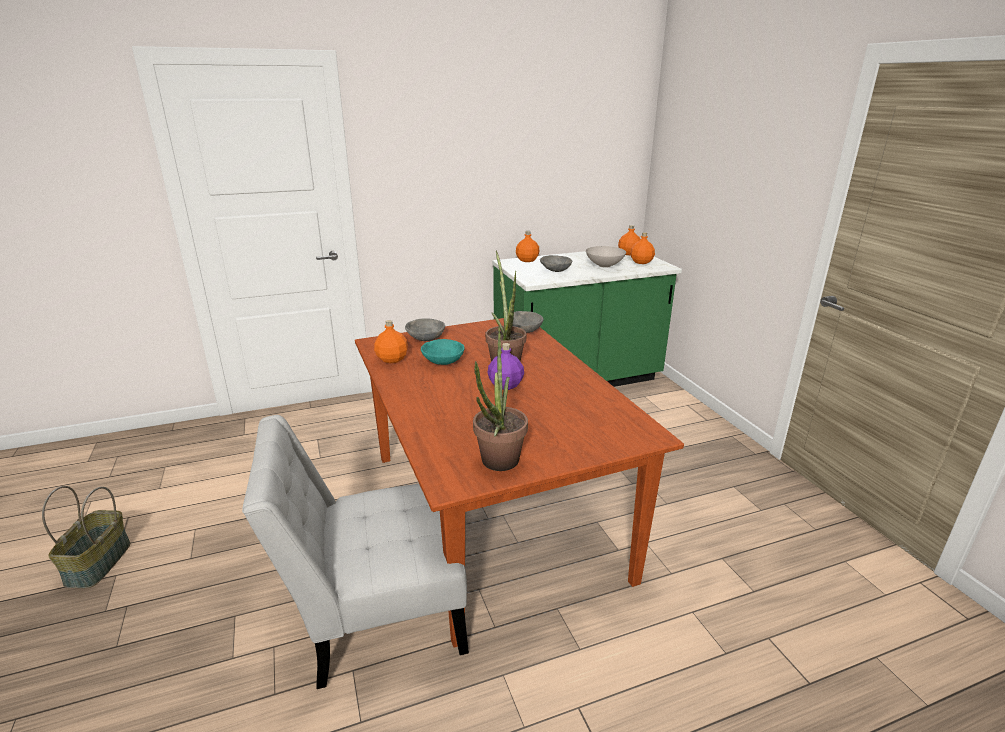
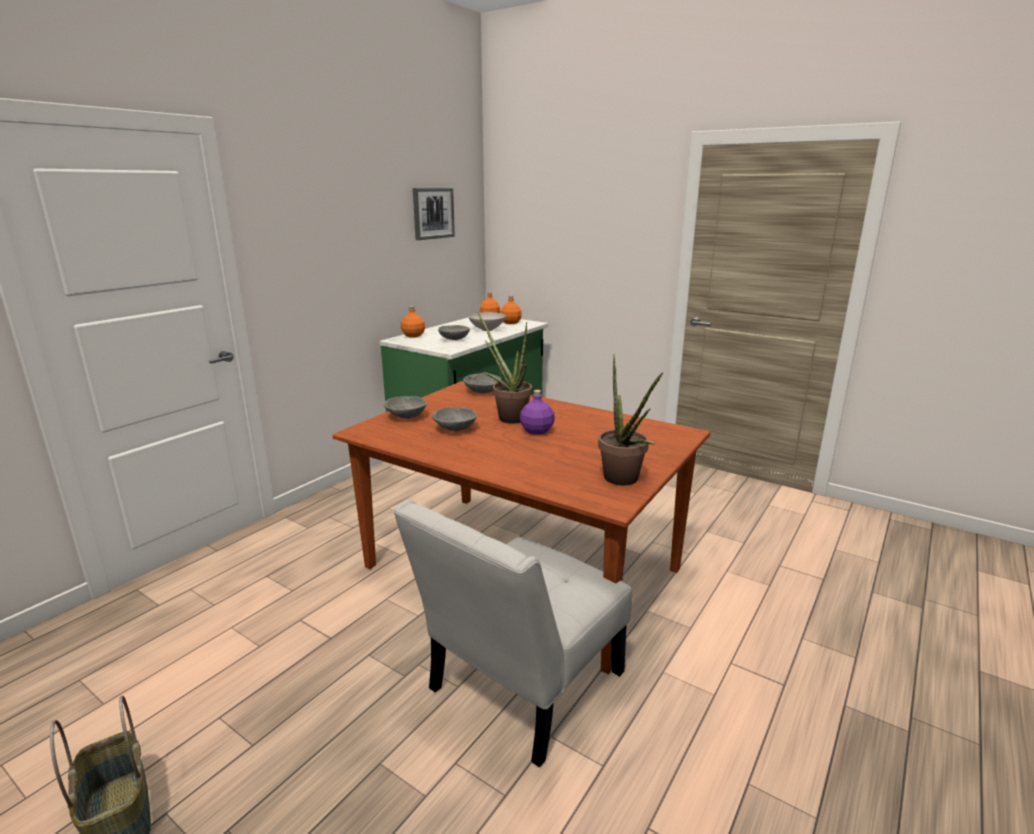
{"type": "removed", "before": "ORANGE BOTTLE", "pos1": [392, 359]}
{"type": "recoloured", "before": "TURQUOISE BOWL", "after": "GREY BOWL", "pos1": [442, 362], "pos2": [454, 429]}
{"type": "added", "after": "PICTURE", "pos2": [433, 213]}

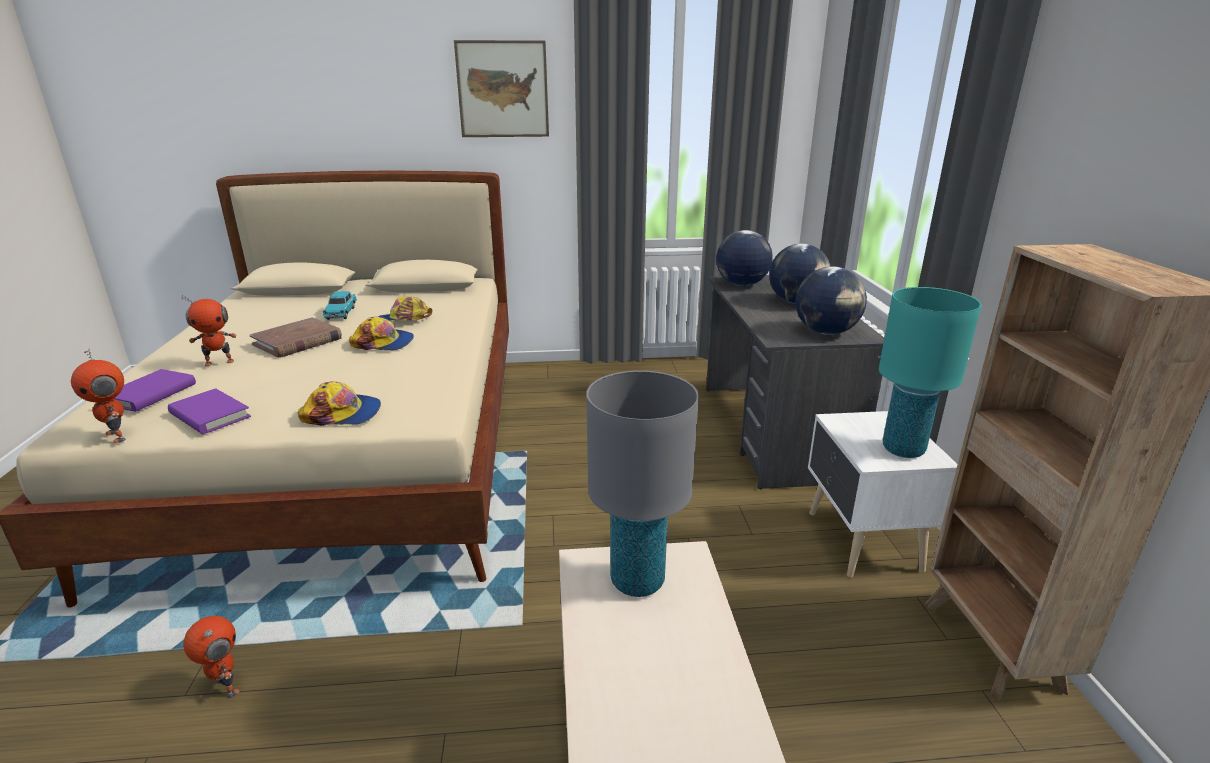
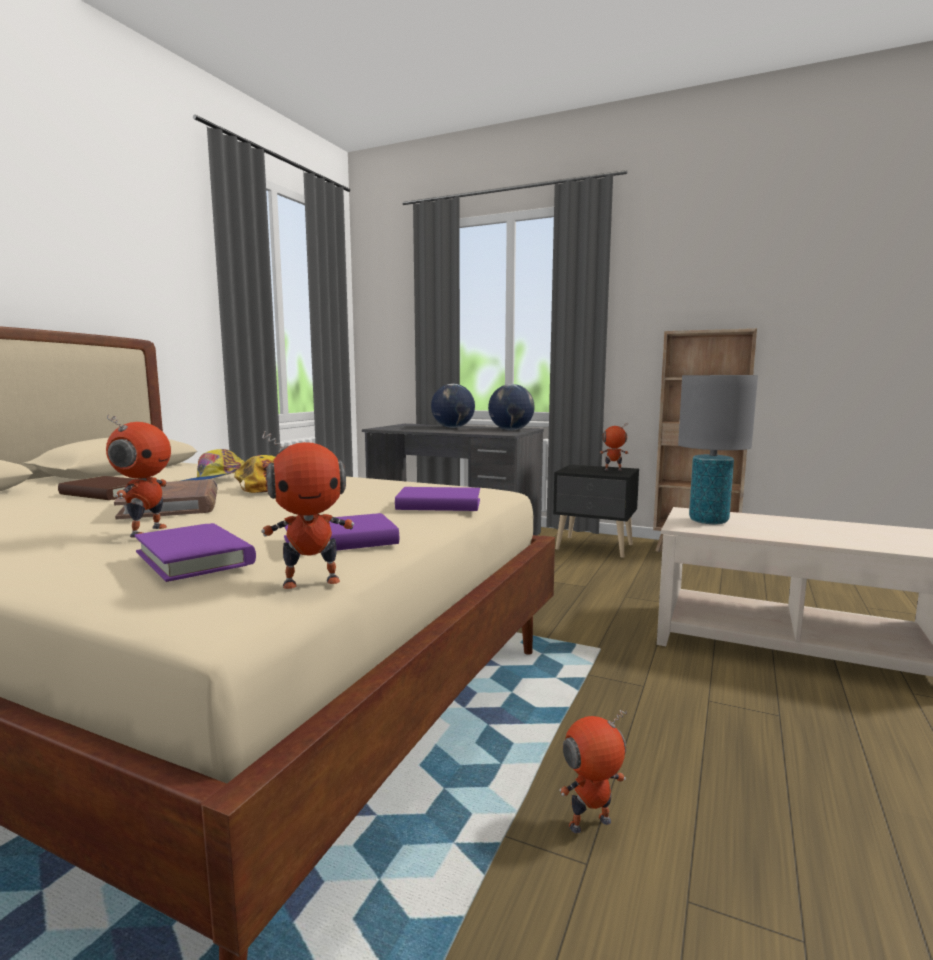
{"type": "replaced", "before": "CAP", "after": "PURPLE BOOK", "pos1": [342, 413], "pos2": [439, 505]}
{"type": "replaced", "before": "TURQUOISE TOY CAR", "after": "BROWN BOOK", "pos1": [341, 313], "pos2": [106, 493]}
{"type": "removed", "before": "PICTURE", "pos1": [503, 89]}
{"type": "removed", "before": "GLOBE", "pos1": [741, 285]}
{"type": "recoloured", "before": "WHITE NIGHTSTAND", "after": "BLACK NIGHTSTAND", "pos1": [861, 542], "pos2": [595, 547]}
{"type": "replaced", "before": "TURQUOISE TABLE LAMP", "after": "TOY ROBOT", "pos1": [902, 449], "pos2": [613, 470]}

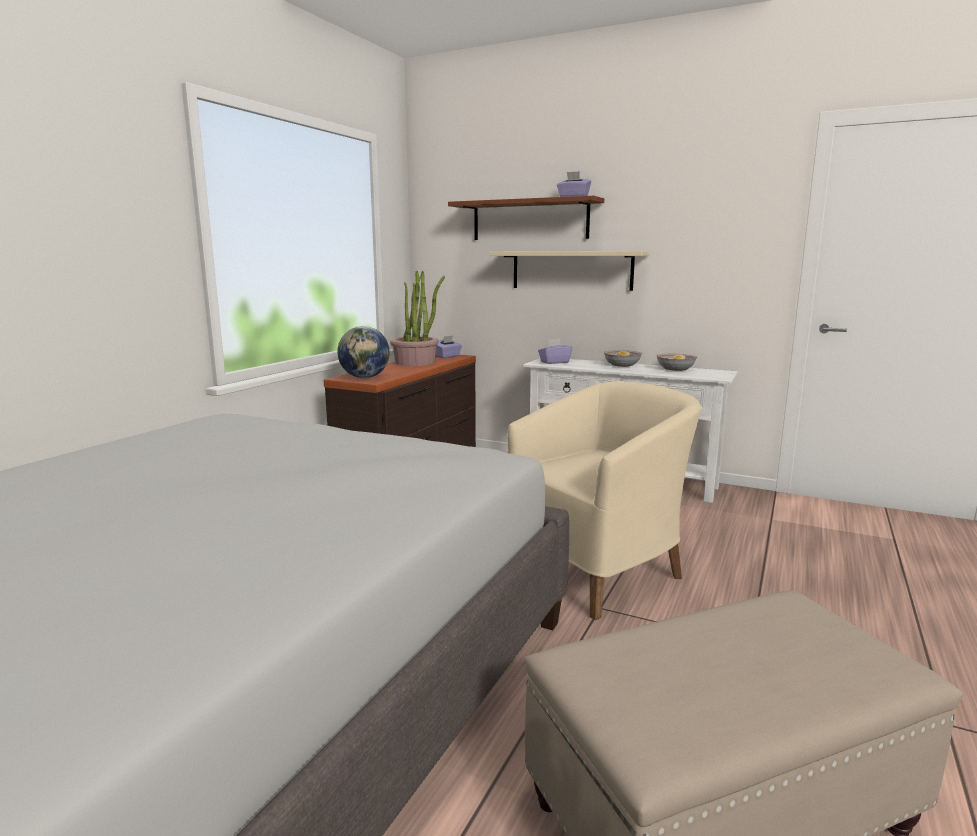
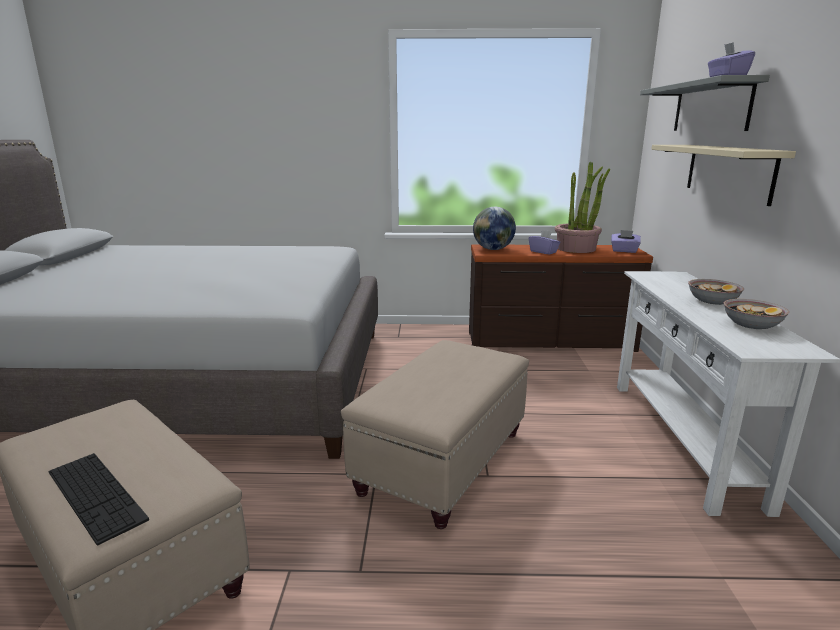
{"type": "recoloured", "before": "BROWN SHELF", "after": "GREY SHELF", "pos1": [530, 220], "pos2": [710, 107]}
{"type": "replaced", "before": "BEIGE ARMCHAIR", "after": "BEIGE OTTOMAN", "pos1": [599, 570], "pos2": [442, 462]}
{"type": "moved", "before": "PURPLE TISSUE BOX", "pos1": [554, 362], "pos2": [543, 252]}
{"type": "added", "after": "KEYBOARD", "pos2": [95, 495]}

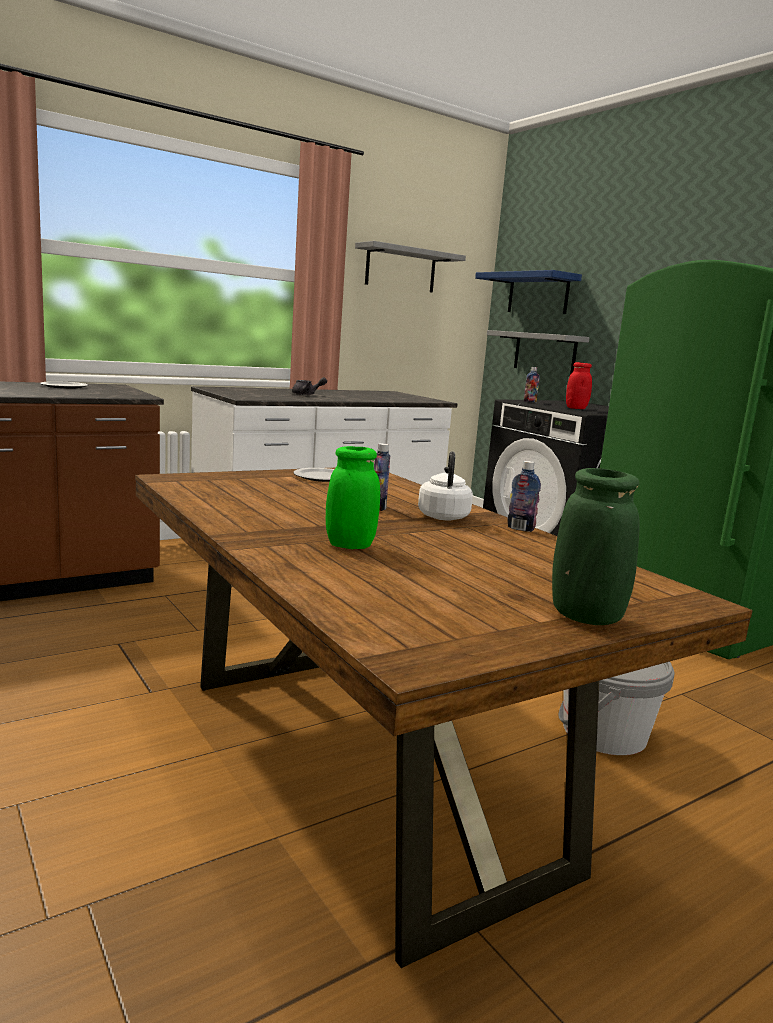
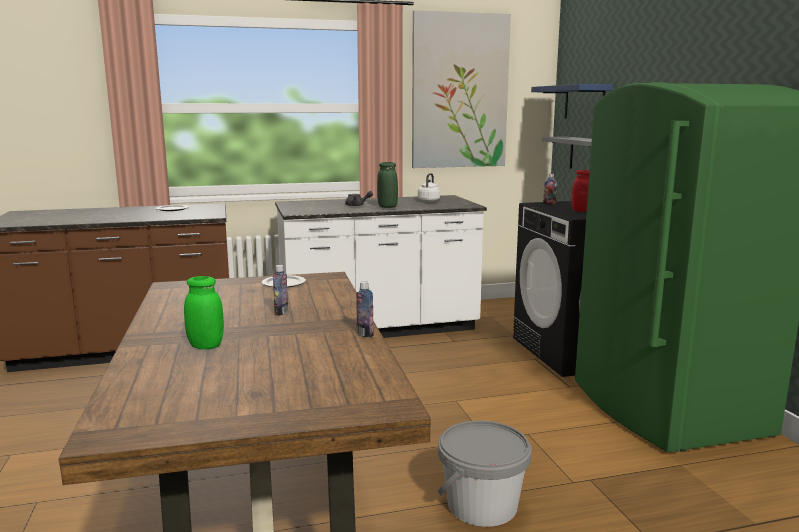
{"type": "replaced", "before": "GREY SHELF", "after": "PICTURE", "pos1": [400, 269], "pos2": [460, 91]}
{"type": "moved", "before": "WHITE KETTLE", "pos1": [443, 516], "pos2": [429, 201]}
{"type": "moved", "before": "GREEN VASE", "pos1": [585, 617], "pos2": [387, 207]}

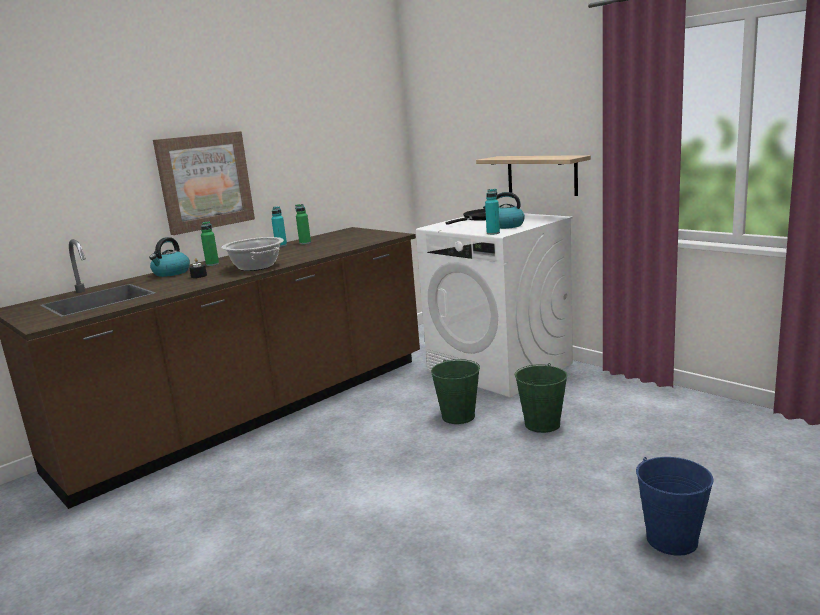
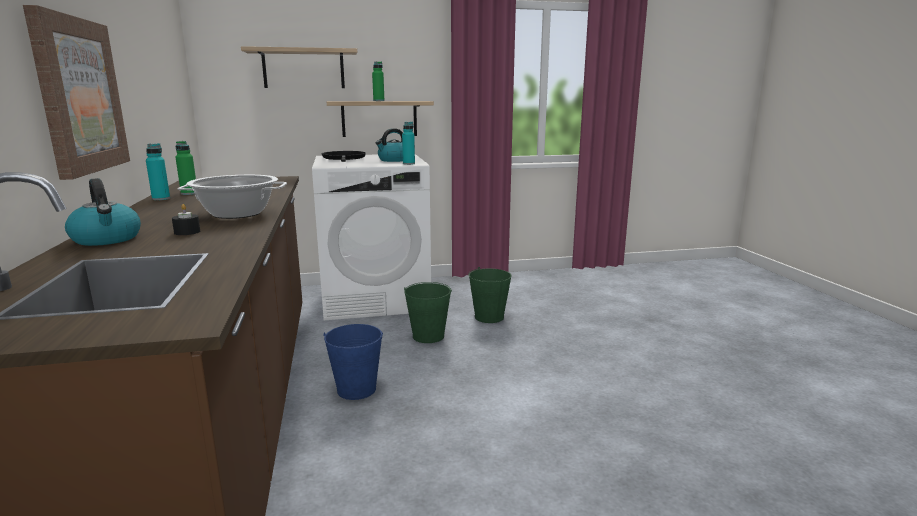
{"type": "moved", "before": "GREEN BOTTLE", "pos1": [212, 264], "pos2": [378, 101]}
{"type": "moved", "before": "BLUE BUCKET", "pos1": [672, 539], "pos2": [356, 389]}
{"type": "added", "after": "SHELF", "pos2": [303, 69]}

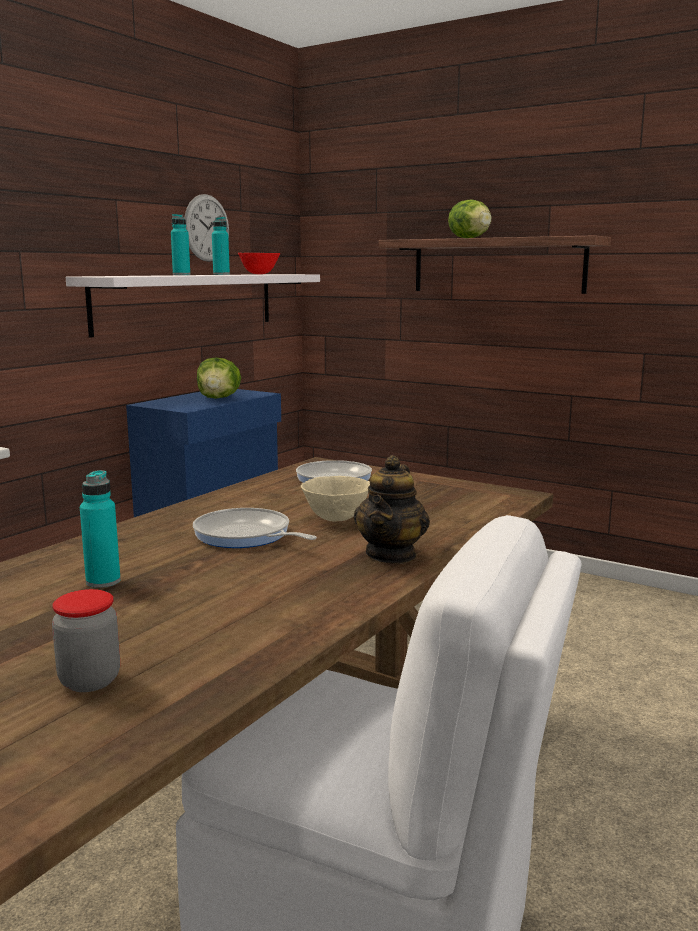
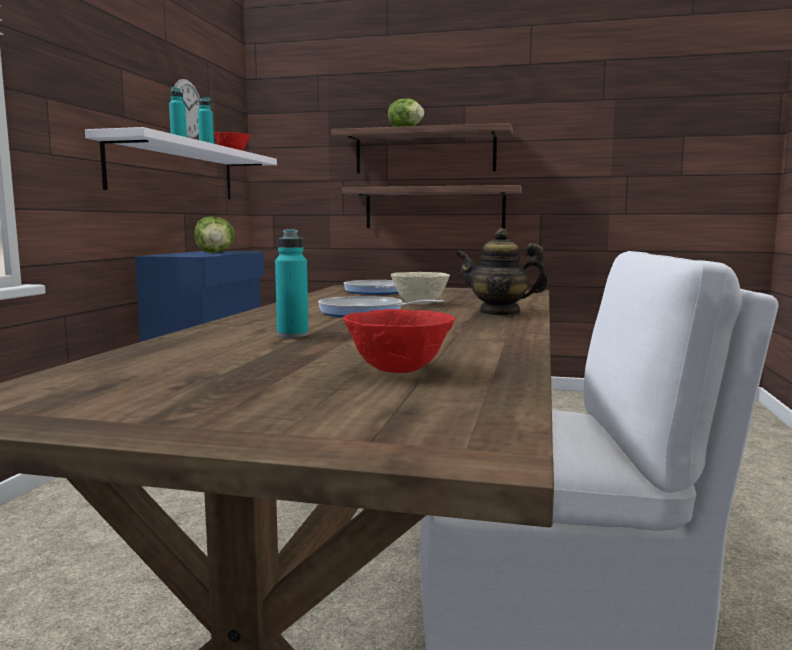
{"type": "replaced", "before": "JAR", "after": "RED BOWL", "pos1": [90, 680], "pos2": [399, 370]}
{"type": "turned", "before": "TEAPOT", "pos1": [392, 555], "pos2": [500, 313], "turn": 105}
{"type": "added", "after": "SHELF", "pos2": [434, 208]}

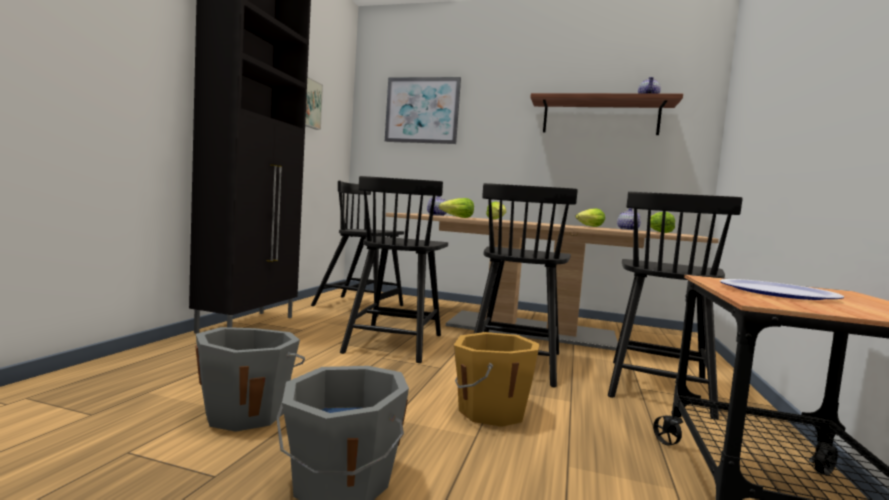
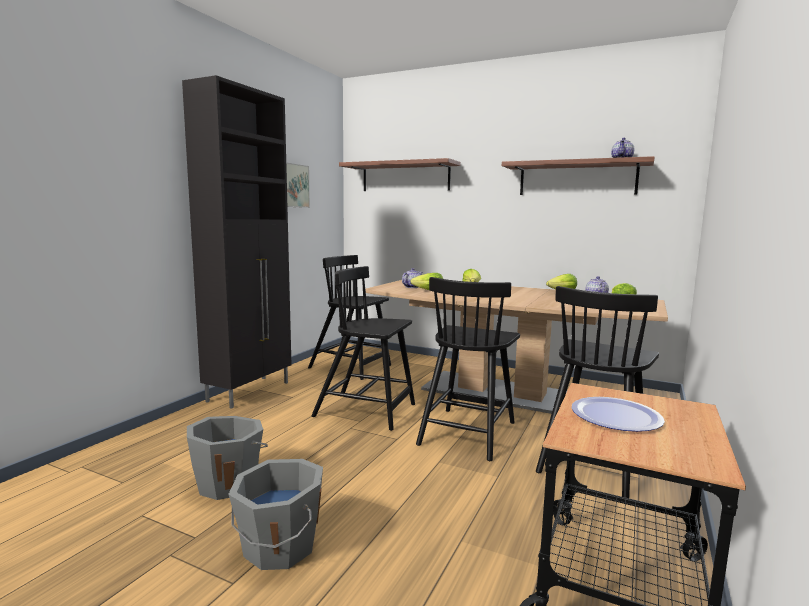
{"type": "turned", "before": "BLACK CHAIR", "pos1": [394, 343], "pos2": [367, 411], "turn": 90}
{"type": "replaced", "before": "PICTURE", "after": "SHELF", "pos1": [422, 110], "pos2": [405, 177]}
{"type": "removed", "before": "ORANGE BUCKET", "pos1": [489, 410]}

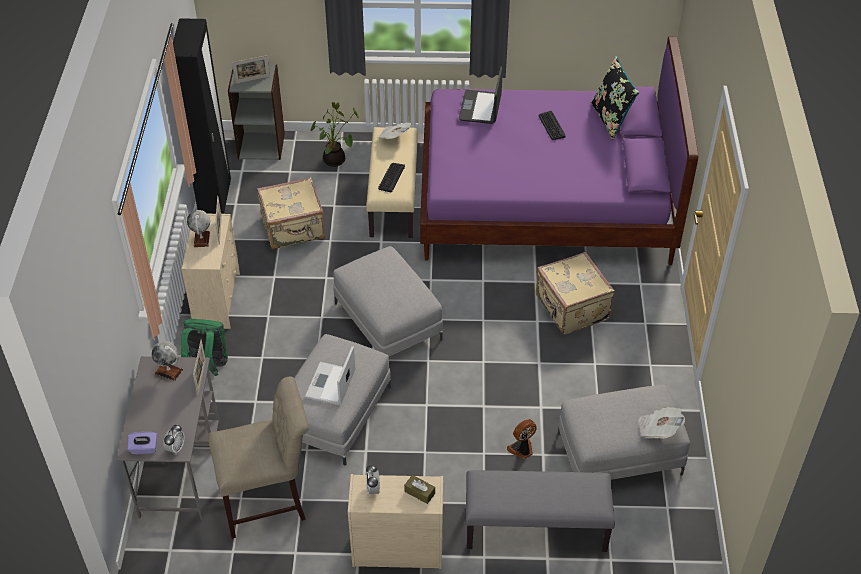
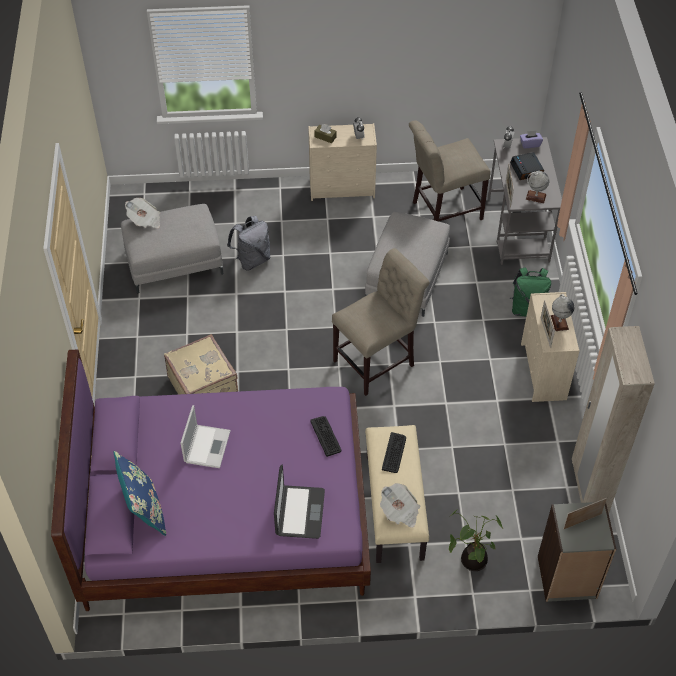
{"type": "recoloured", "before": "BLACK WARDROBE", "after": "BEIGE WARDROBE", "pos1": [216, 202], "pos2": [588, 488]}
{"type": "removed", "before": "BEIGE SUITCASE", "pos1": [293, 229]}
{"type": "moved", "before": "LAPTOP", "pos1": [330, 385], "pos2": [207, 445]}
{"type": "replaced", "before": "GREY OTTOMAN", "after": "BEIGE CHAIR", "pos1": [387, 321], "pos2": [378, 361]}
{"type": "removed", "before": "GREY BENCH", "pos1": [535, 528]}
{"type": "replaced", "before": "FAN", "after": "GREY BACKPACK", "pos1": [522, 449], "pos2": [252, 259]}
{"type": "moved", "before": "KEYBOARD", "pos1": [551, 126], "pos2": [326, 436]}
{"type": "recoloured", "before": "BLACK PILLOW", "after": "BLUE PILLOW", "pos1": [611, 119], "pos2": [144, 510]}
{"type": "added", "after": "ALARM CLOCK", "pos2": [527, 169]}

